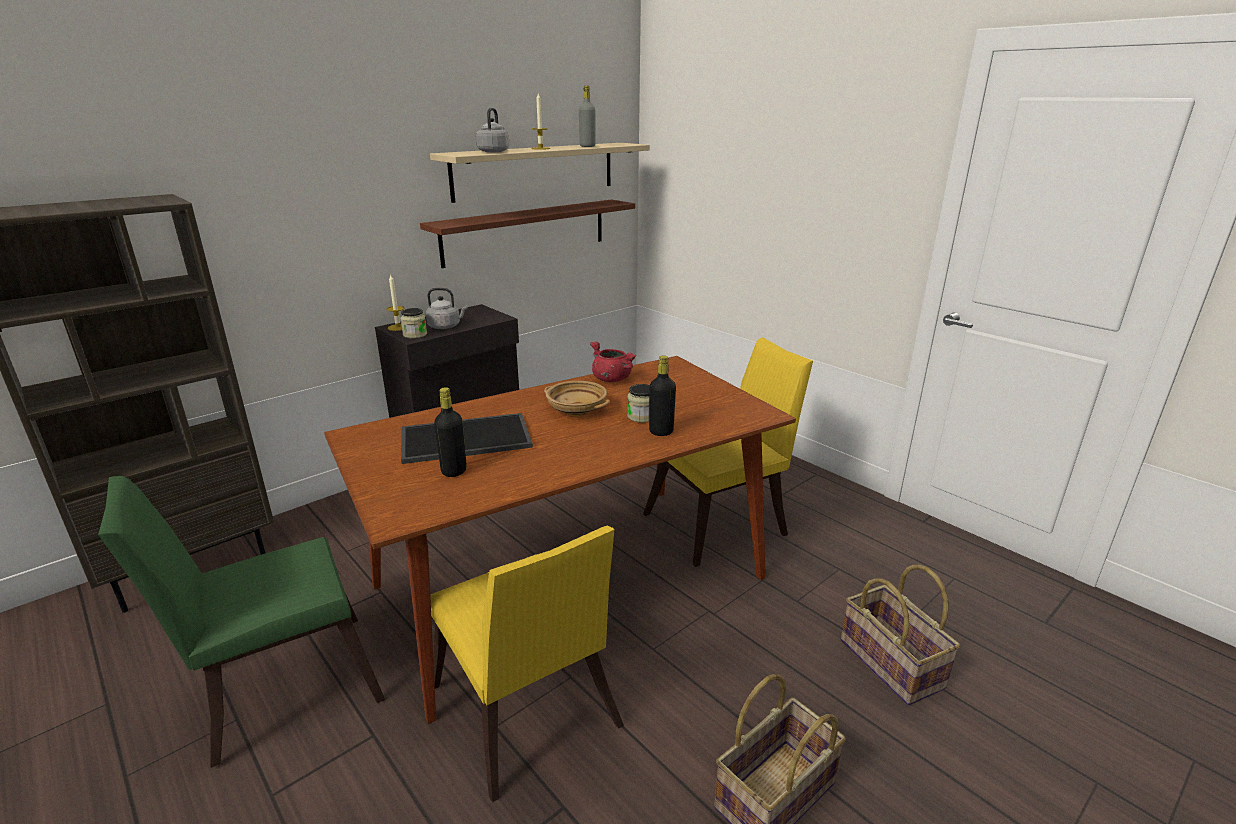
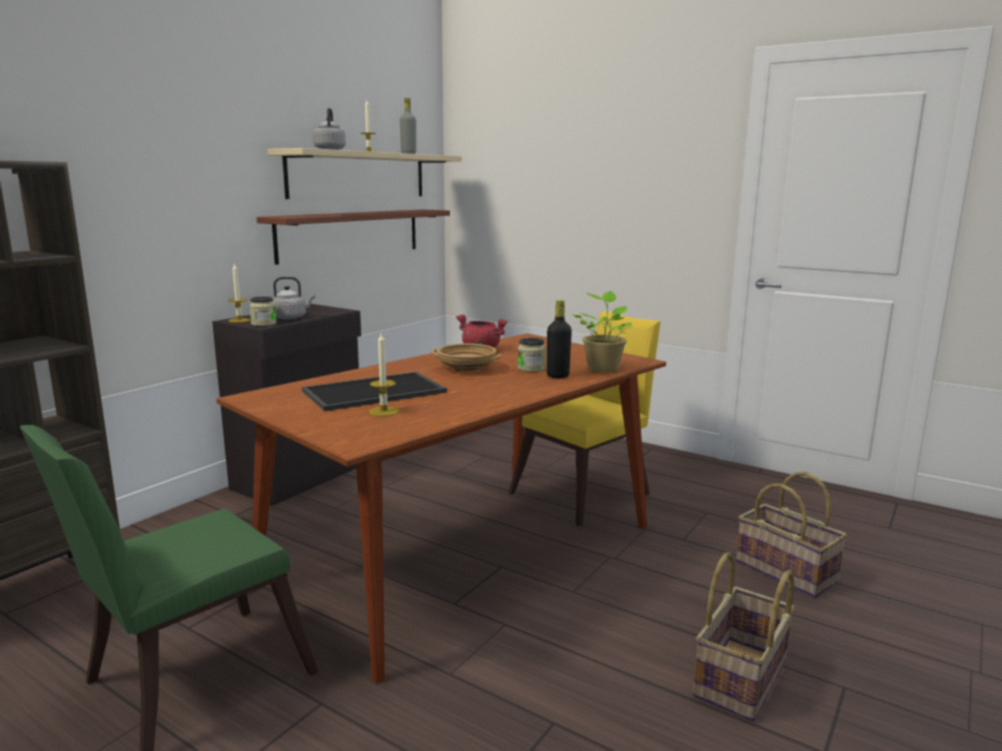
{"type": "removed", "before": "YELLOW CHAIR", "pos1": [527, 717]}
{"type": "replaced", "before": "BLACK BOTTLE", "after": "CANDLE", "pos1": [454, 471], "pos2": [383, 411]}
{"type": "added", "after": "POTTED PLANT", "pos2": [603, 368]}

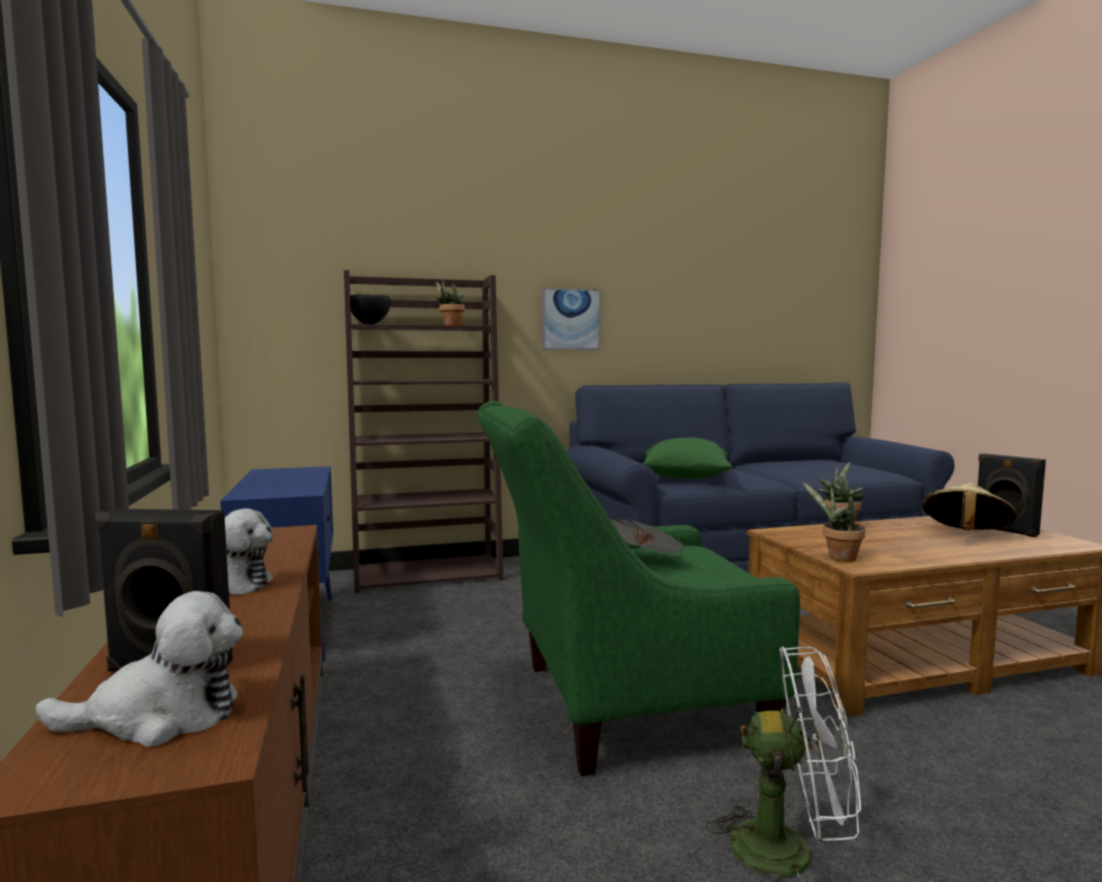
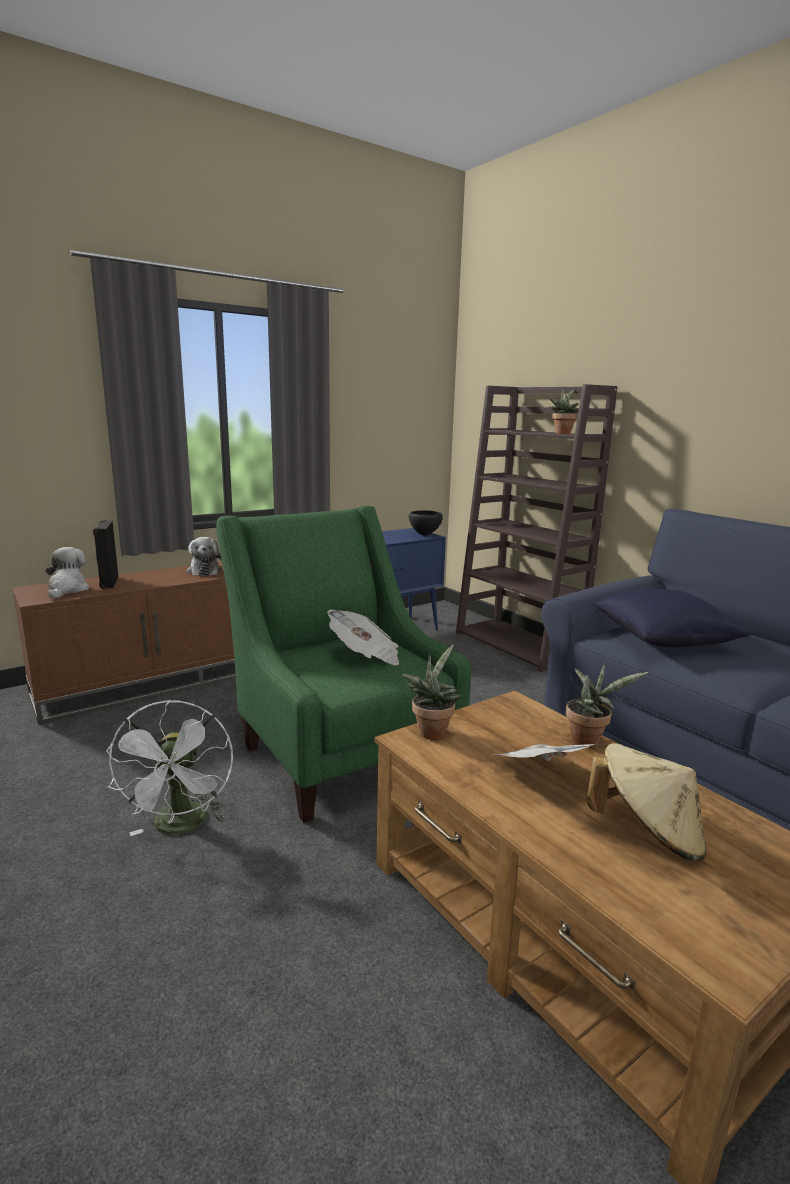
{"type": "turned", "before": "PLUSH TOY", "pos1": [160, 717], "pos2": [67, 590], "turn": -150}
{"type": "moved", "before": "BLACK BOWL", "pos1": [369, 325], "pos2": [424, 535]}
{"type": "removed", "before": "PICTURE", "pos1": [570, 319]}
{"type": "recoloured", "before": "GREEN PILLOW", "after": "BLUE PILLOW", "pos1": [685, 477], "pos2": [663, 639]}
{"type": "removed", "before": "BLACK SPEAKER", "pos1": [1005, 531]}
{"type": "added", "after": "NEWSPAPER", "pos2": [542, 776]}

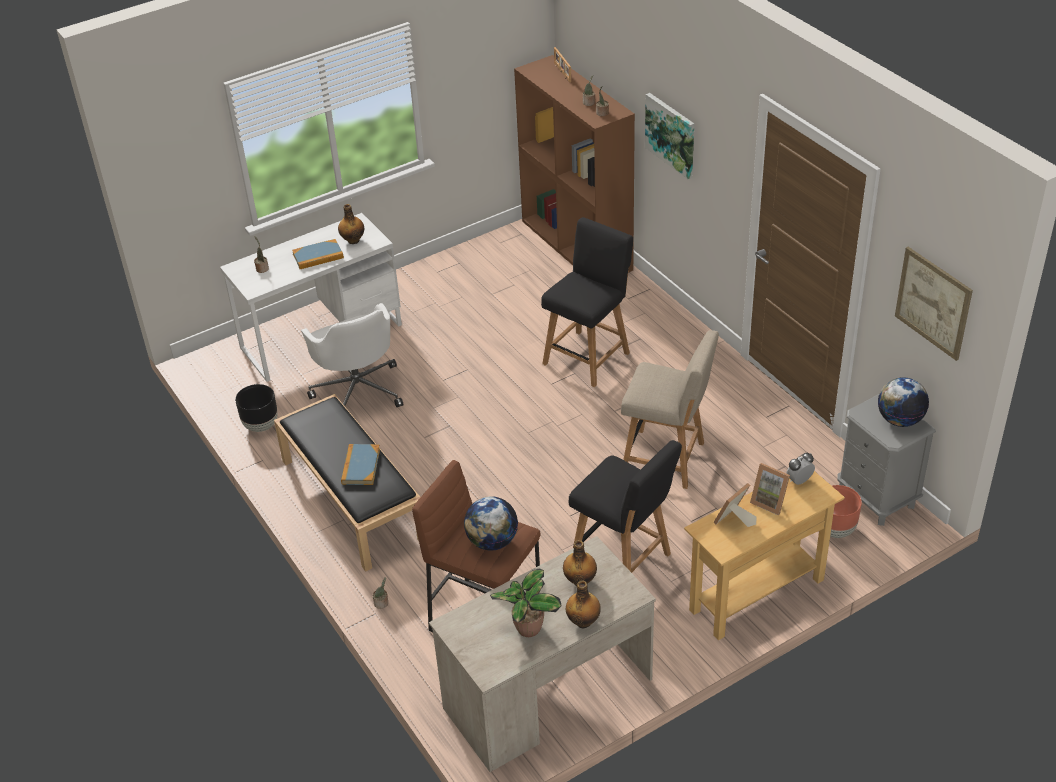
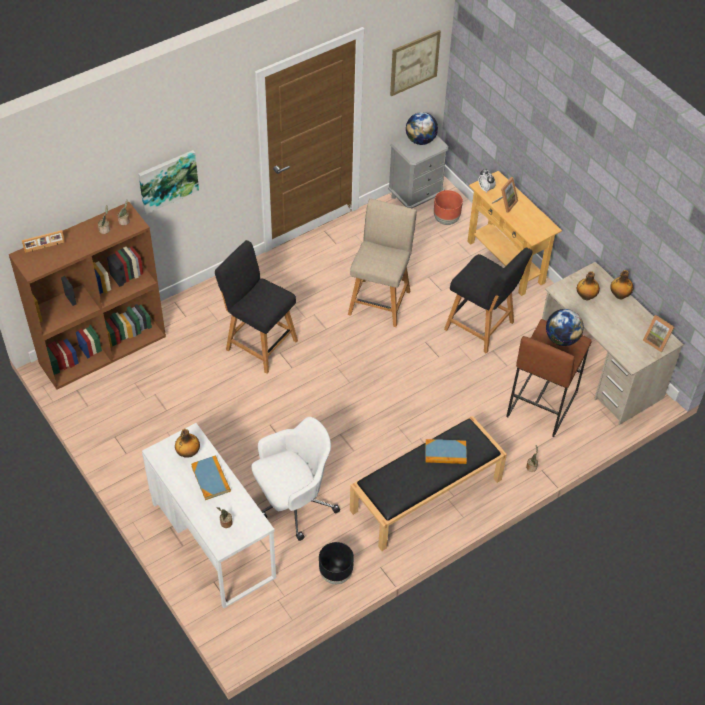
{"type": "removed", "before": "POTTED PLANT", "pos1": [527, 629]}
{"type": "turned", "before": "BLACK CHAIR", "pos1": [624, 562], "pos2": [482, 327], "turn": 90}
{"type": "moved", "before": "PICTURE FRAME", "pos1": [734, 521], "pos2": [656, 341]}

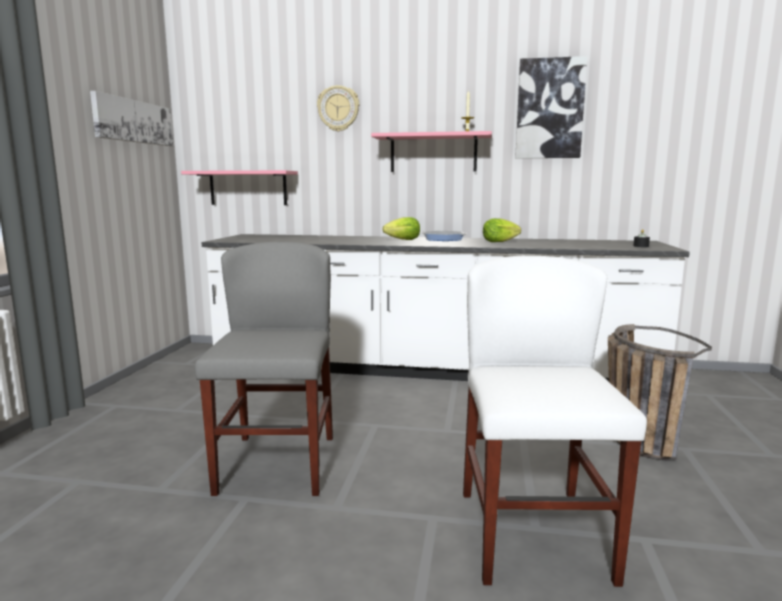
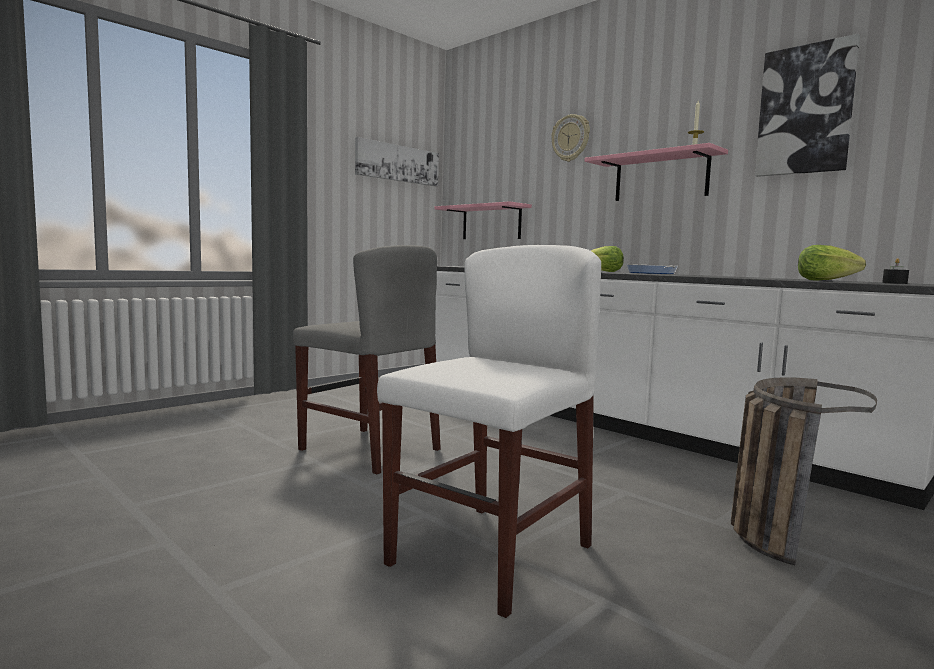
{"type": "turned", "before": "GREY CHAIR", "pos1": [277, 464], "pos2": [369, 449], "turn": 90}
{"type": "moved", "before": "LETTUCE", "pos1": [499, 242], "pos2": [824, 280]}

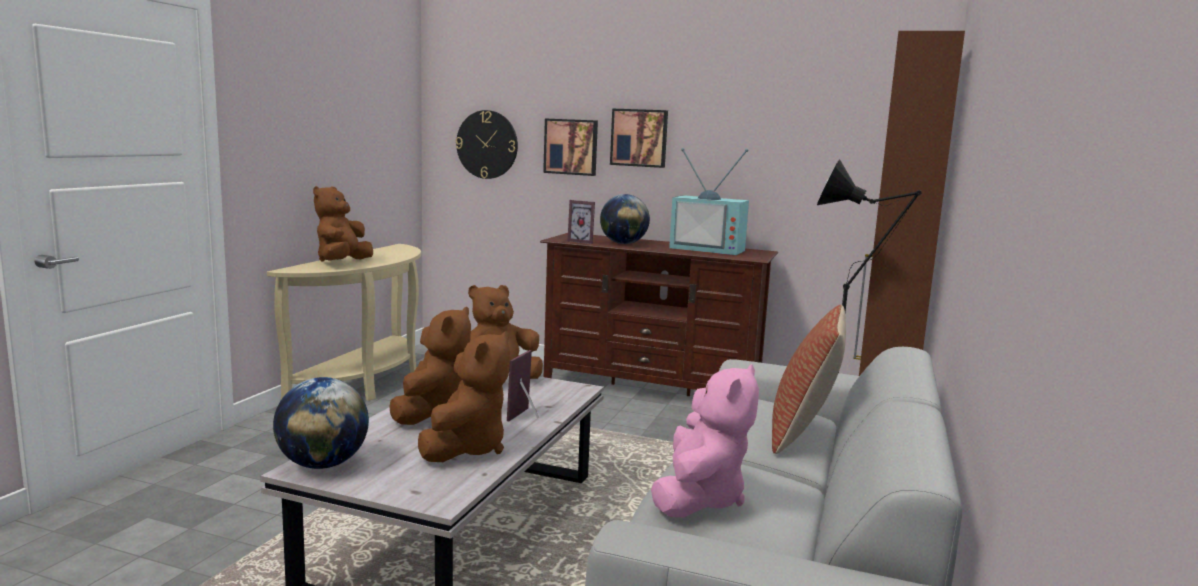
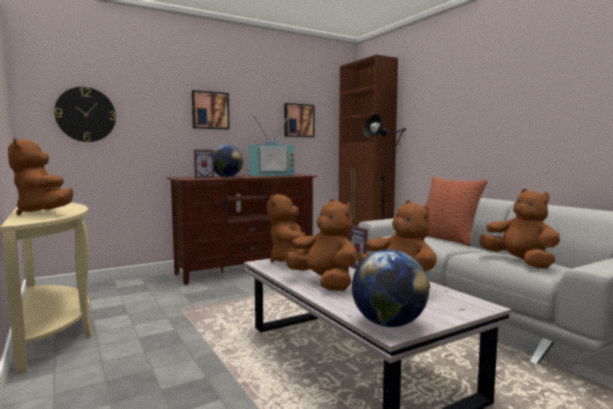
{"type": "moved", "before": "PICTURE", "pos1": [571, 147], "pos2": [298, 120]}
{"type": "recoloured", "before": "PINK PLUSH TOY", "after": "BROWN PLUSH TOY", "pos1": [699, 498], "pos2": [520, 262]}

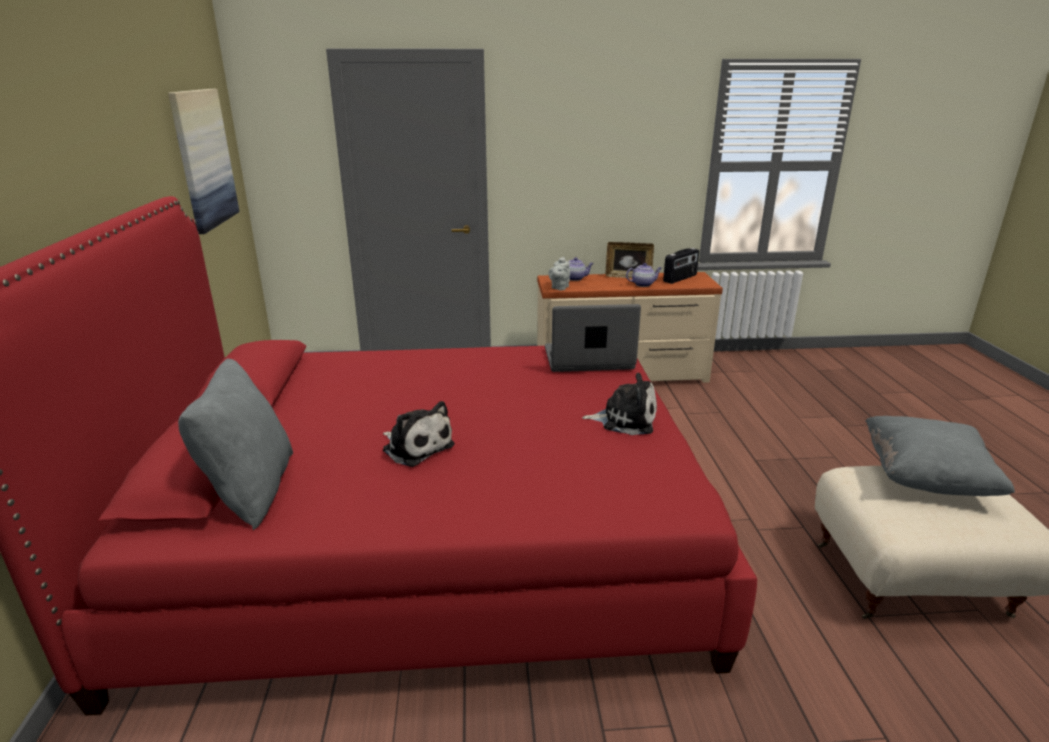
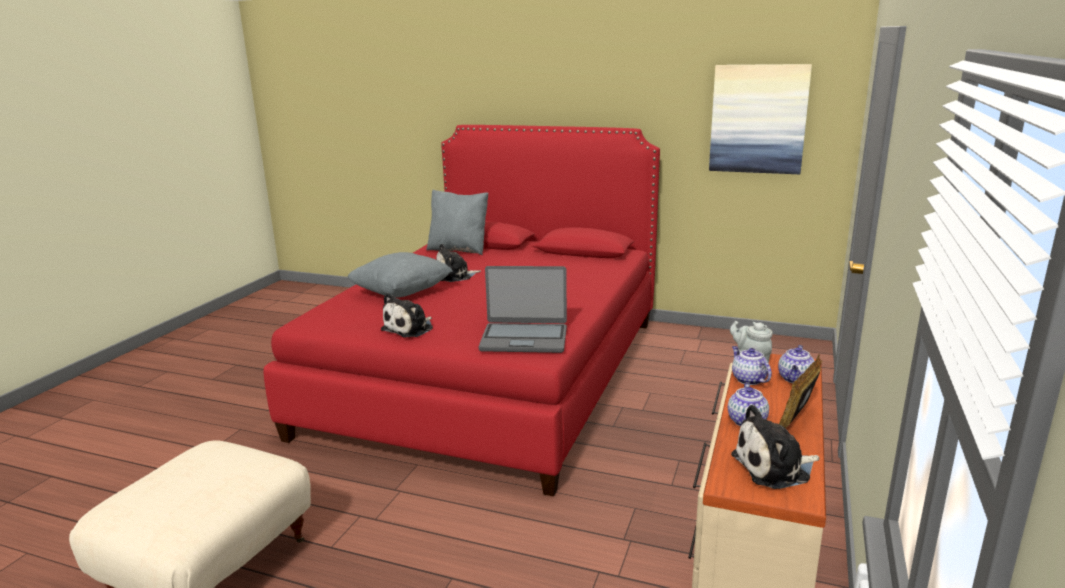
{"type": "turned", "before": "LAPTOP", "pos1": [588, 359], "pos2": [524, 339], "turn": 75}
{"type": "replaced", "before": "RADIO", "after": "PLUSH TOY", "pos1": [680, 278], "pos2": [775, 467]}
{"type": "moved", "before": "GREY PILLOW", "pos1": [925, 479], "pos2": [401, 293]}
{"type": "added", "after": "TEAPOT", "pos2": [748, 379]}

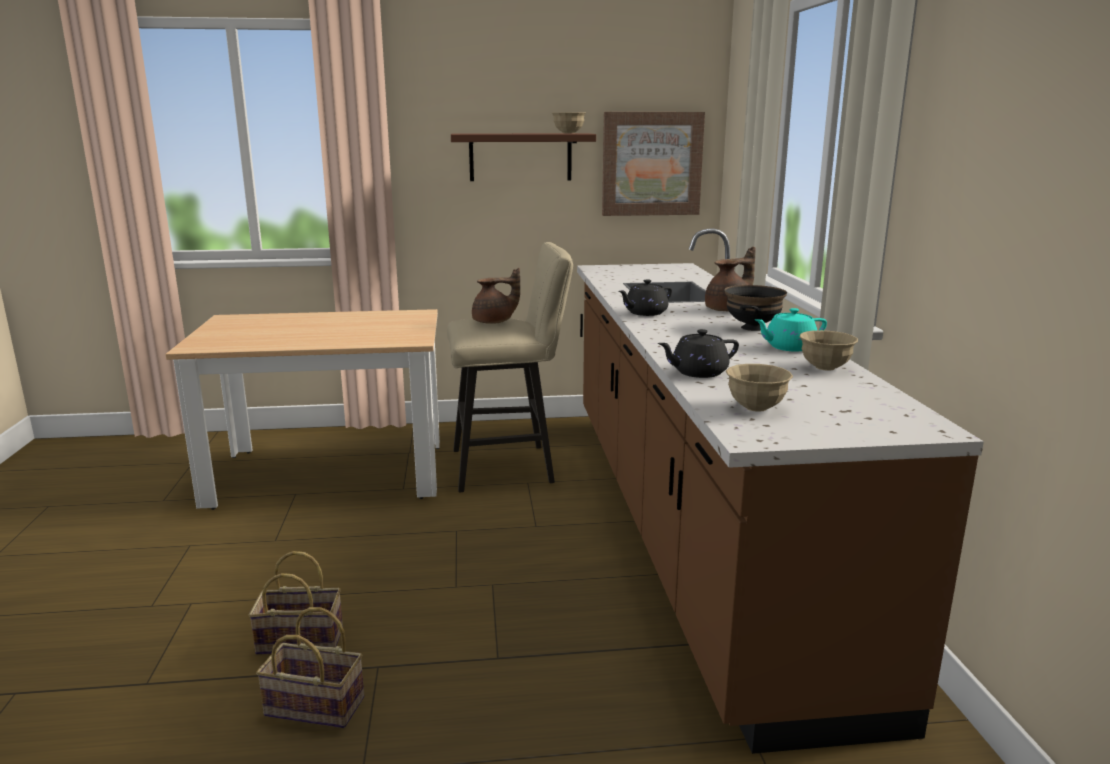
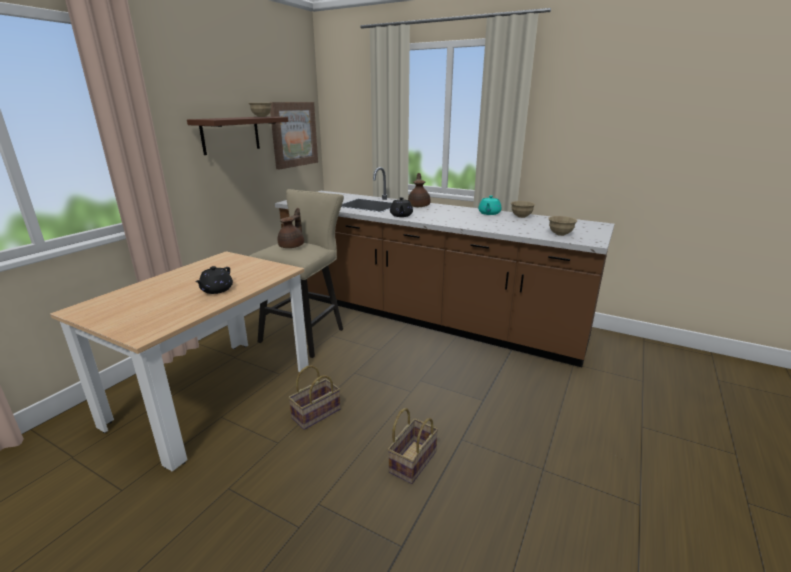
{"type": "moved", "before": "BASKET", "pos1": [311, 707], "pos2": [315, 415]}
{"type": "moved", "before": "BLACK TEAPOT", "pos1": [698, 372], "pos2": [216, 290]}
{"type": "removed", "before": "BLACK BOWL", "pos1": [751, 328]}

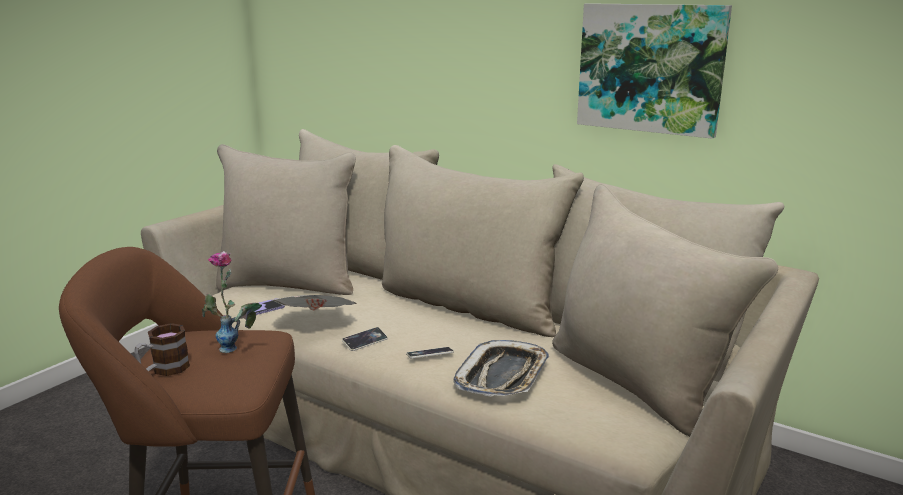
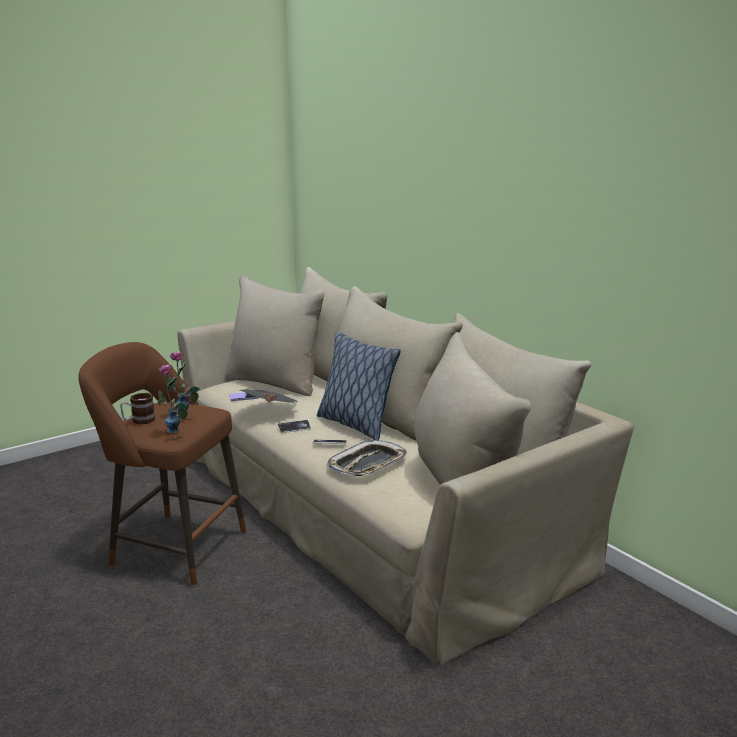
{"type": "removed", "before": "PICTURE", "pos1": [650, 68]}
{"type": "added", "after": "VASE", "pos2": [175, 434]}
{"type": "added", "after": "PILLOW", "pos2": [355, 424]}

